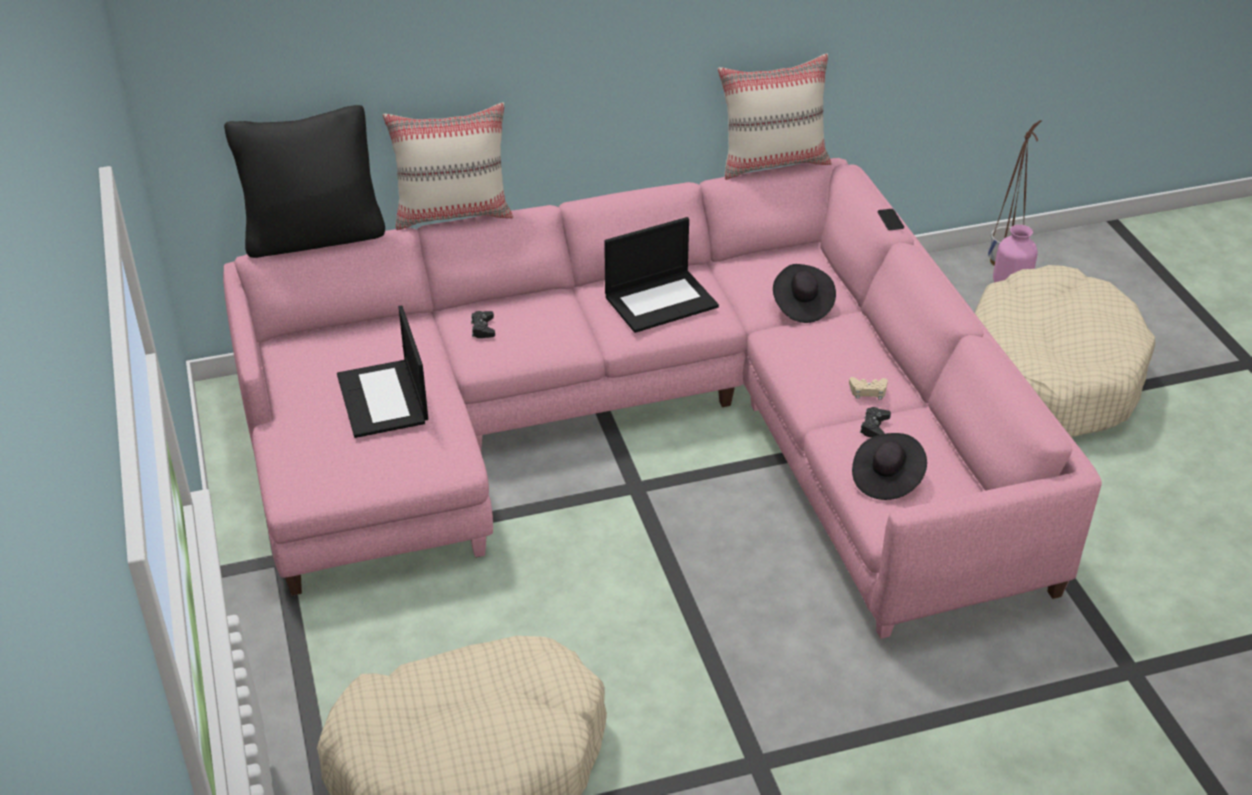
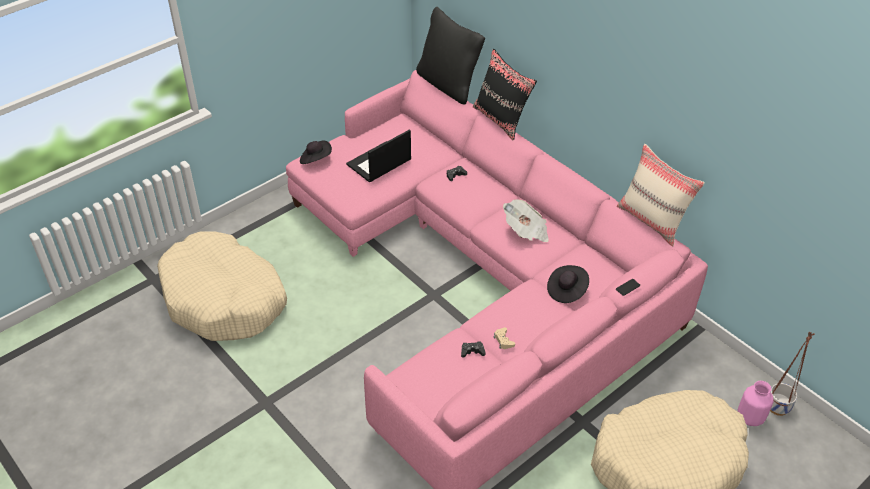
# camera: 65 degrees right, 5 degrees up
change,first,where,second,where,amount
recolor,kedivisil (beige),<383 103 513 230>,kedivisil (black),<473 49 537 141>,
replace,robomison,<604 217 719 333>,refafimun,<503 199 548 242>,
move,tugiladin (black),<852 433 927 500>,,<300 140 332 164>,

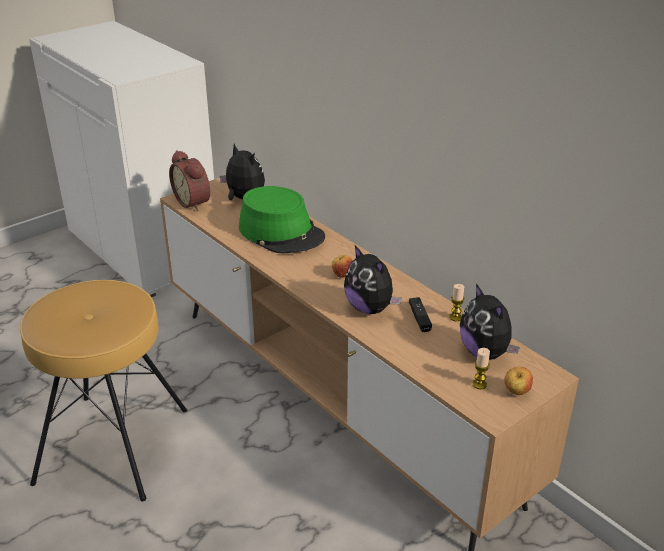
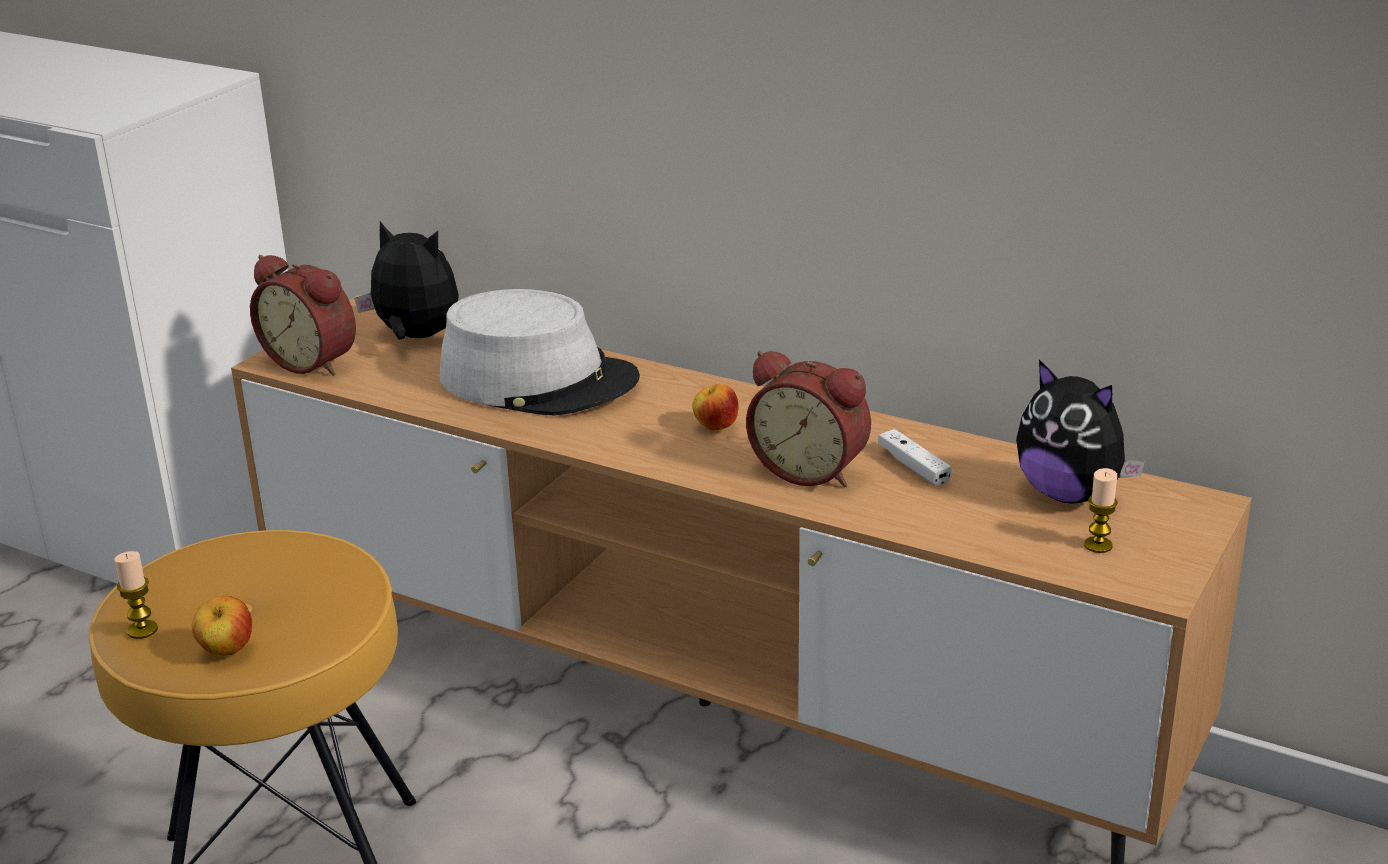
# camera: 20 degrees left, 5 degrees down
change,first,where,second,where,amount
recolor,tugiladin (green),<239 186 325 253>,tugiladin (grey),<440 289 640 416>,
replace,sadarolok,<344 246 401 314>,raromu,<746 351 871 487>,
recolor,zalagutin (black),<409 297 432 332>,zalagutin (white),<878 429 951 486>,
move,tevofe,<449 284 465 321>,,<114 551 158 639>,
move,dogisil,<504 367 533 395>,,<192 596 252 656>,

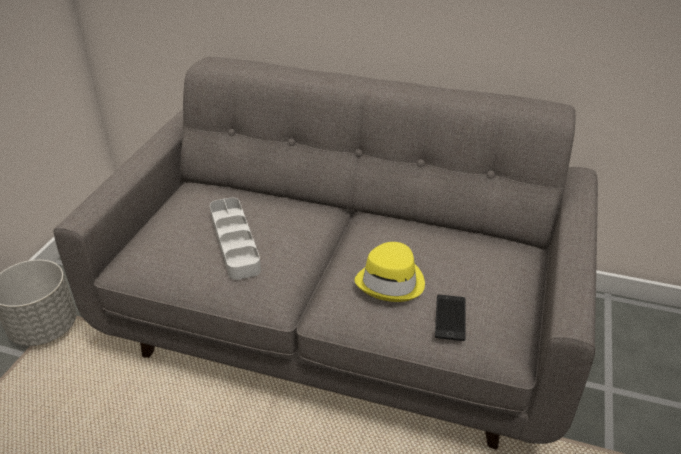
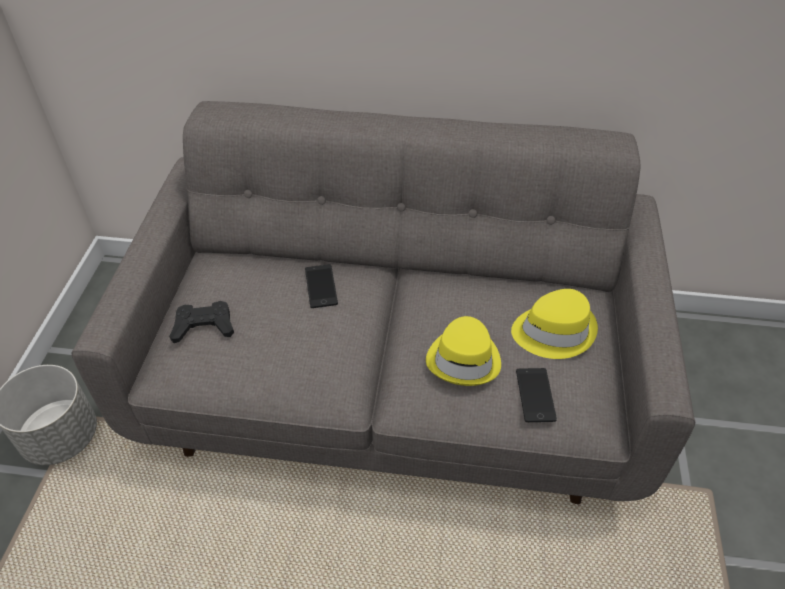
# camera: 10 degrees left, 10 degrees up
change,first,where,second,where,amount
delete,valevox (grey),<210 198 261 280>,,,
insert,,,zalagutin (black),<169 301 234 343>,
insert,,,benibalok,<305 264 338 308>,
insert,,,tugiladin (yellow),<511 289 598 359>,

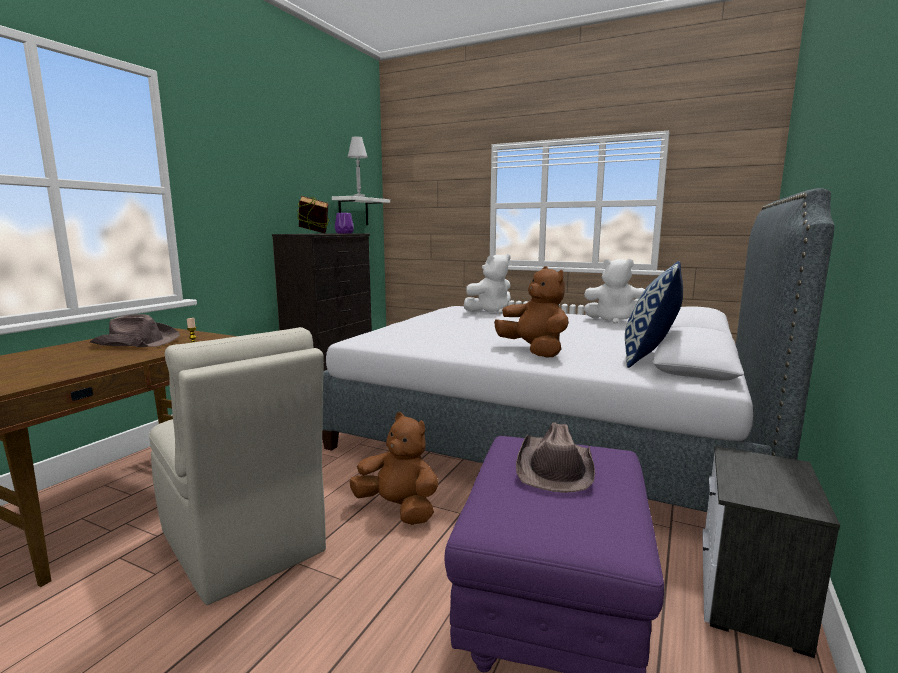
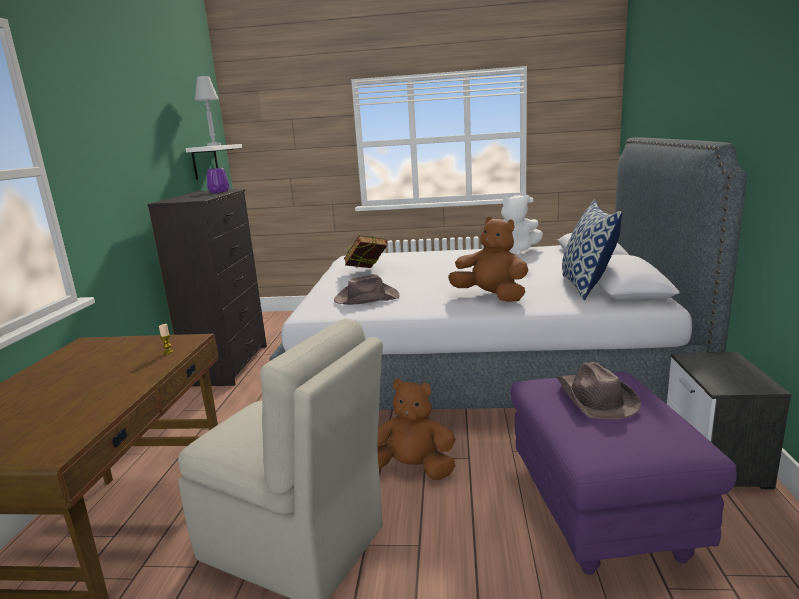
# camera: 20 degrees left, 5 degrees up
change,first,where,second,where,amount
move,tugiladin (brown),<90 314 180 347>,,<334 274 399 305>,
move,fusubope,<297 196 330 234>,,<344 235 388 268>,
delete,sadarolok (white),<464 254 511 314>,,,

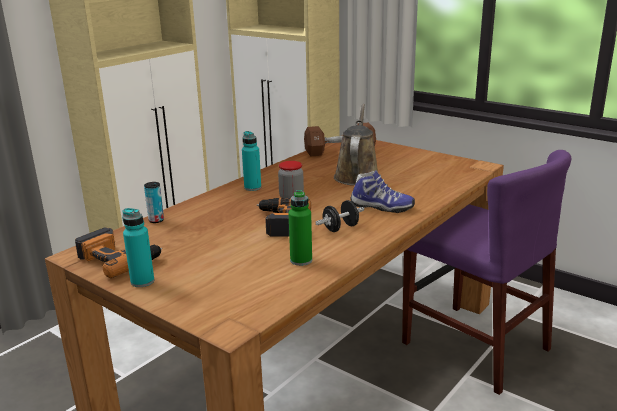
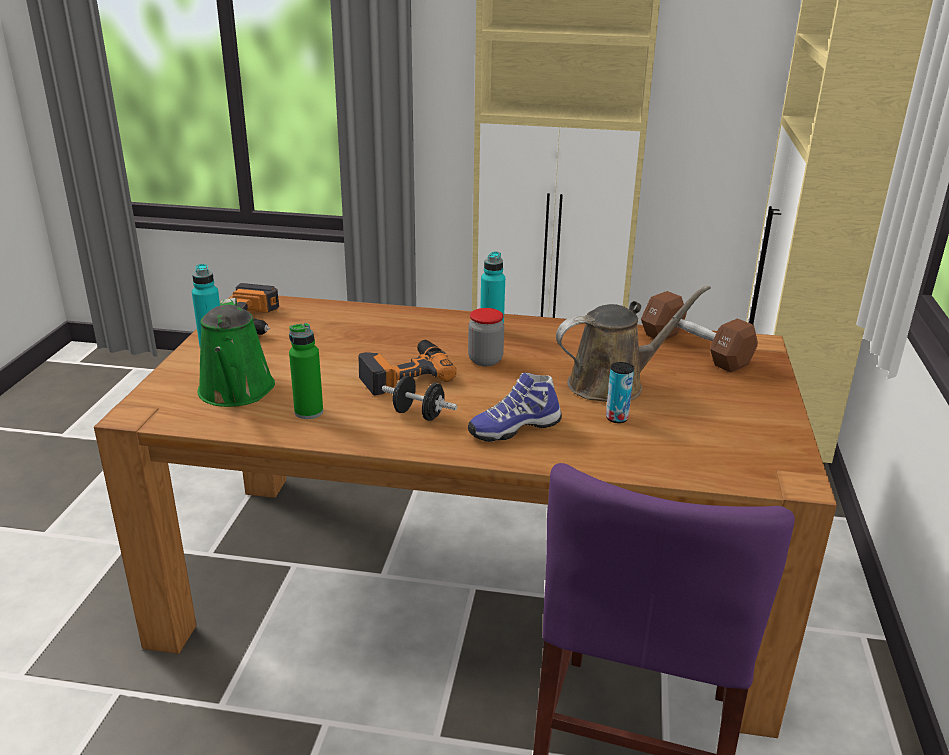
# camera: 60 degrees right, 5 degrees up
change,first,where,second,where,amount
move,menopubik,<144 182 164 223>,,<606 362 634 423>,
rotate,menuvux,<351 170 415 213>,,<468 372 562 442>,75 degrees clockwise
insert,,,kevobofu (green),<197 298 275 407>,

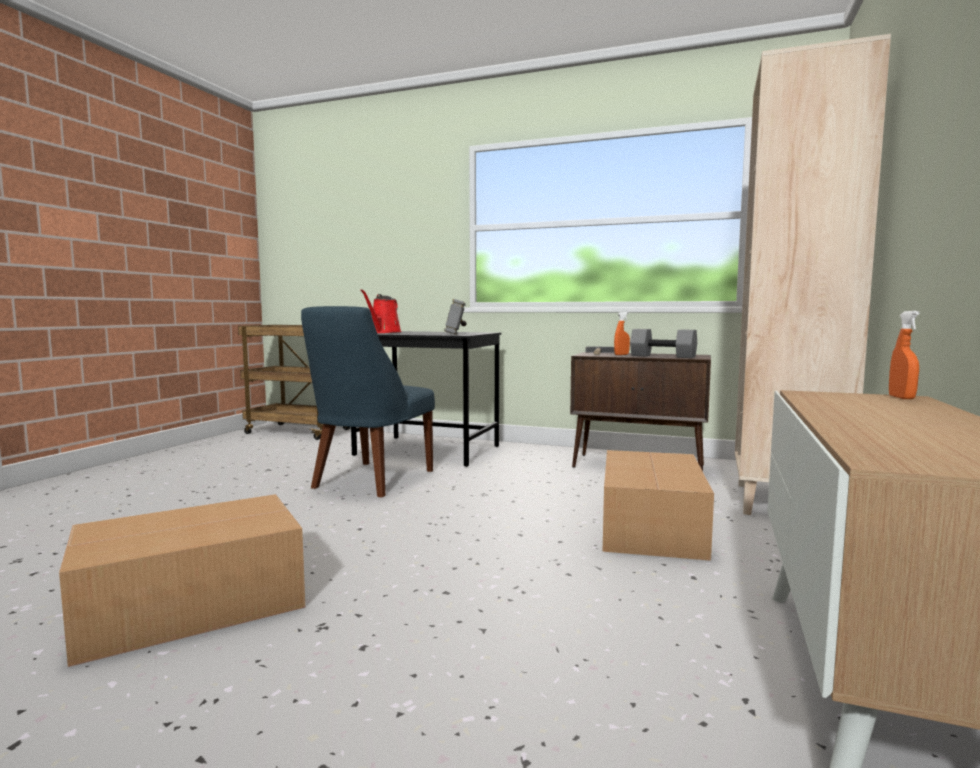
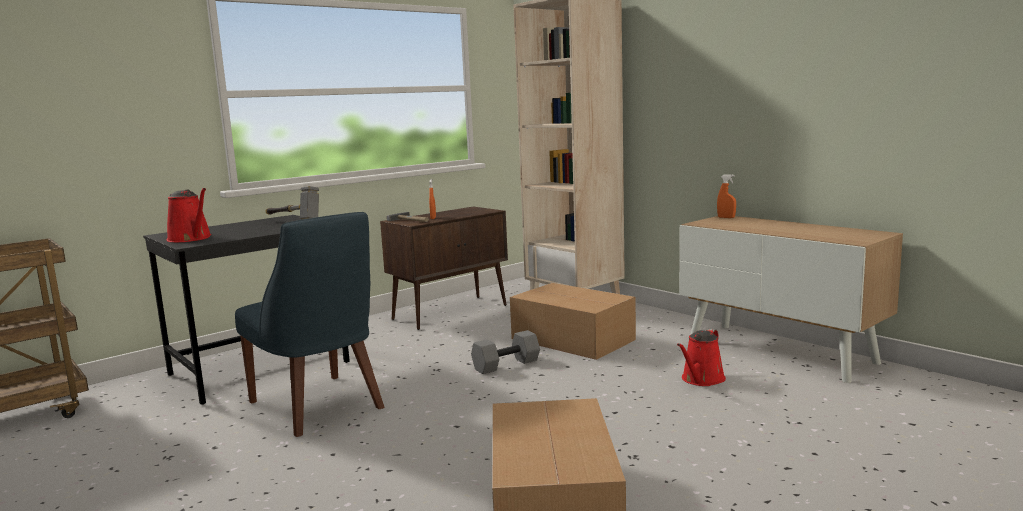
# camera: 60 degrees left, 5 degrees up
change,first,where,second,where,amount
move,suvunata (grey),<630 329 697 358>,,<471 330 540 374>,
insert,,,kevobofu (red),<677 329 726 386>,

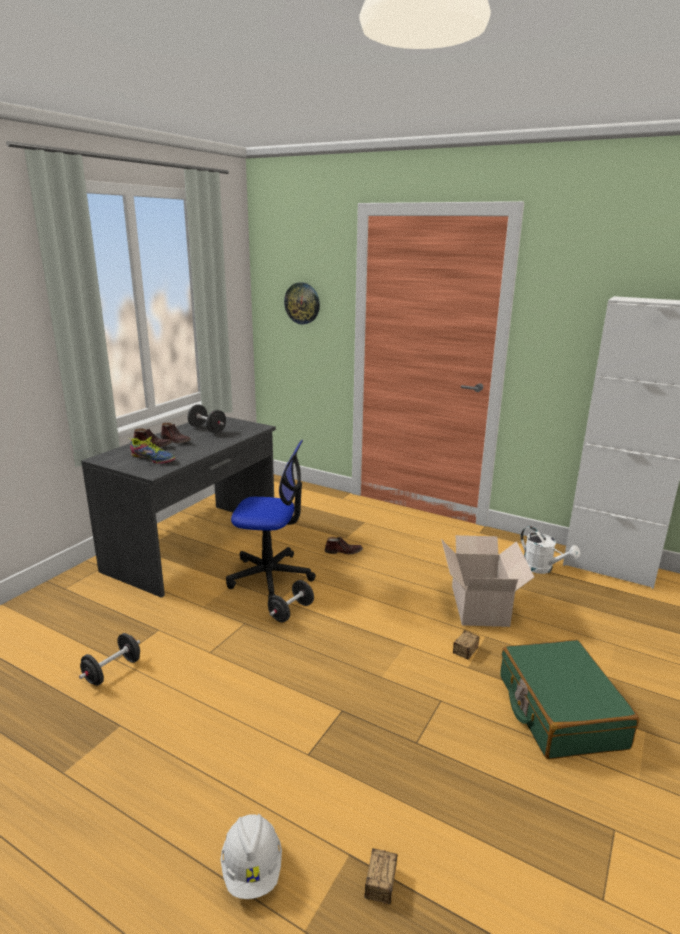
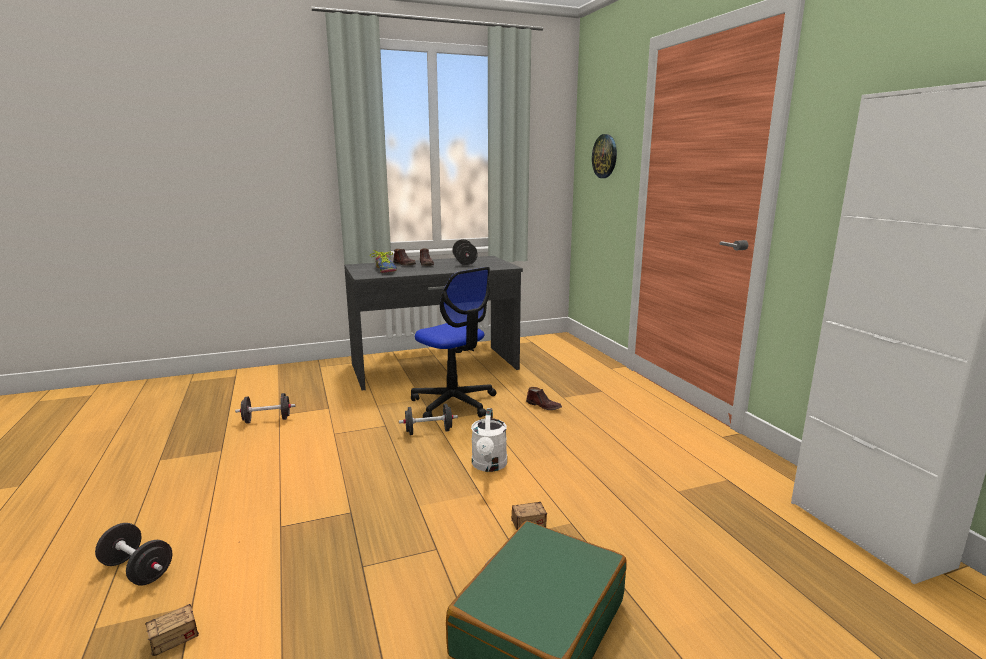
# camera: 40 degrees right, 5 degrees down
change,first,where,second,where,amount
replace,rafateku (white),<221 814 282 899>,suvunata (black),<95 523 173 585>,
delete,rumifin,<441 535 534 627>,,,
move,kevobofu (white),<521 526 580 574>,,<471 408 507 472>,

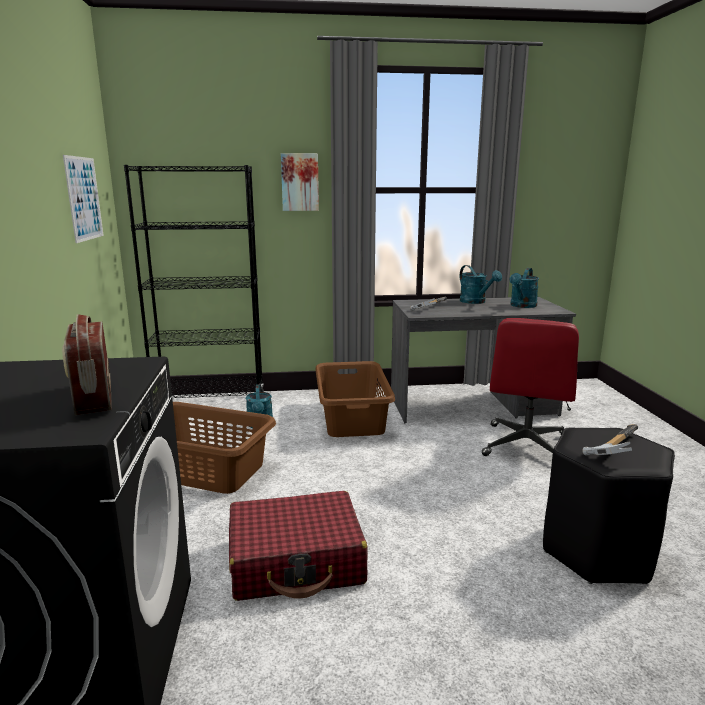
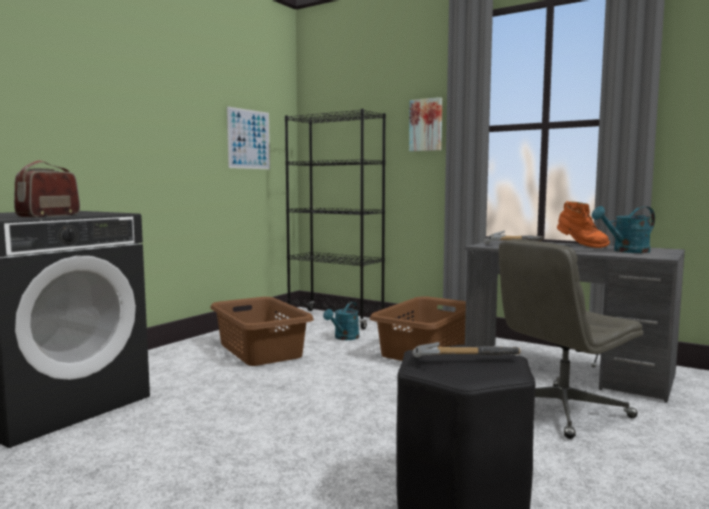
# camera: 40 degrees right, 10 degrees down
change,first,where,second,where,amount
delete,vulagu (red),<229 491 368 601>,,,
replace,kevobofu (turquoise),<460 265 502 304>,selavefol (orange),<557 201 610 248>,
recolor,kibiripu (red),<482 318 579 456>,kibiripu (grey),<499 239 643 439>,

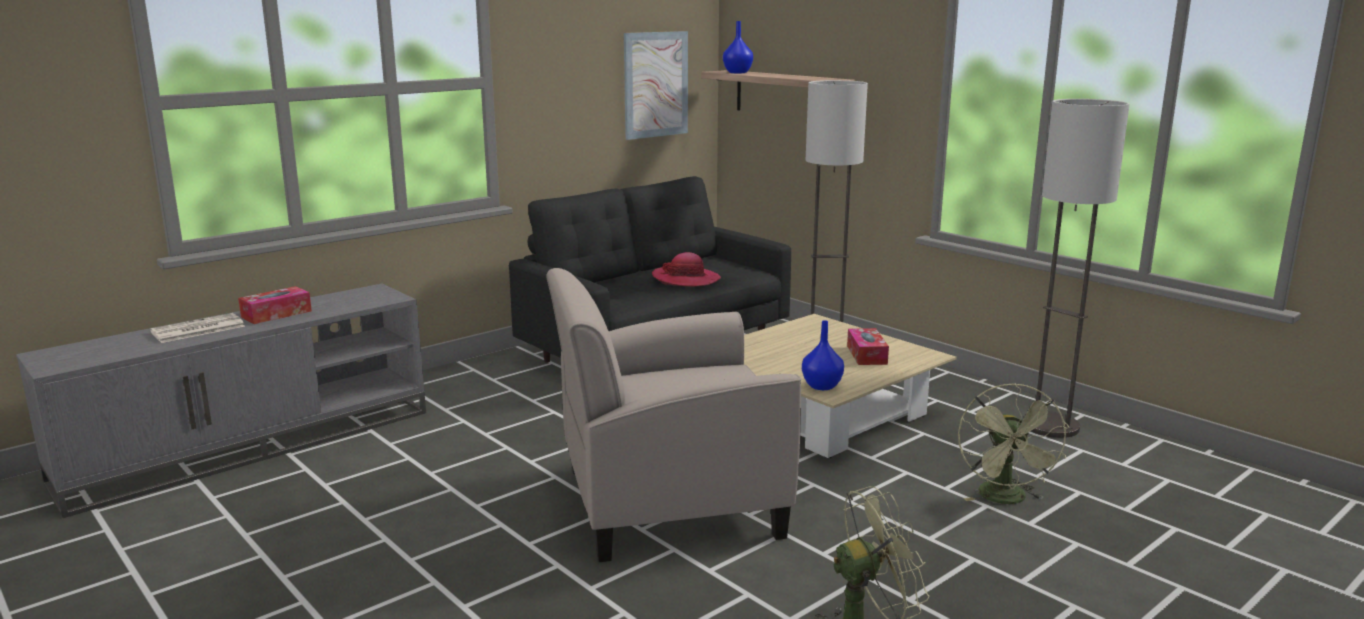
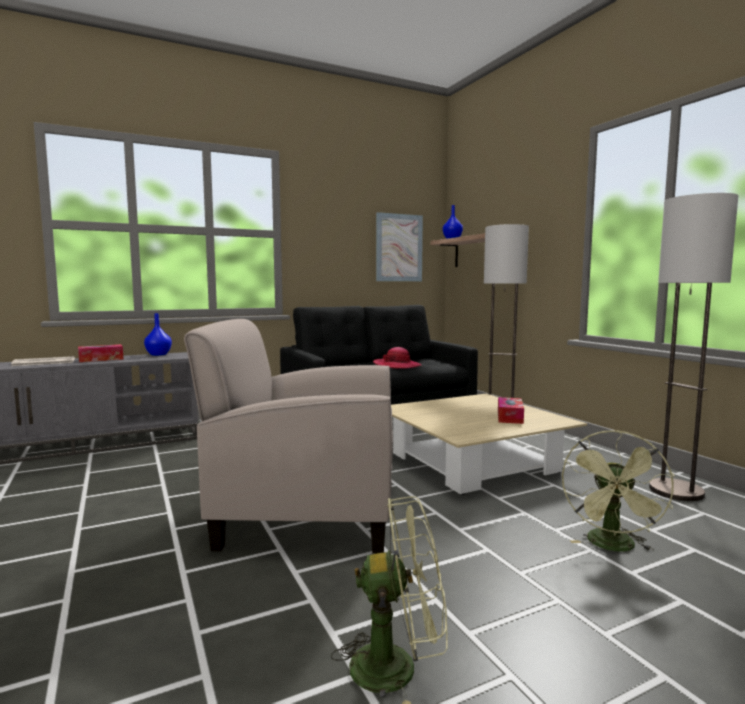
# camera: 15 degrees right, 10 degrees down
change,first,where,second,where,amount
move,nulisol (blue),<802 320 844 390>,,<144 313 172 356>,

